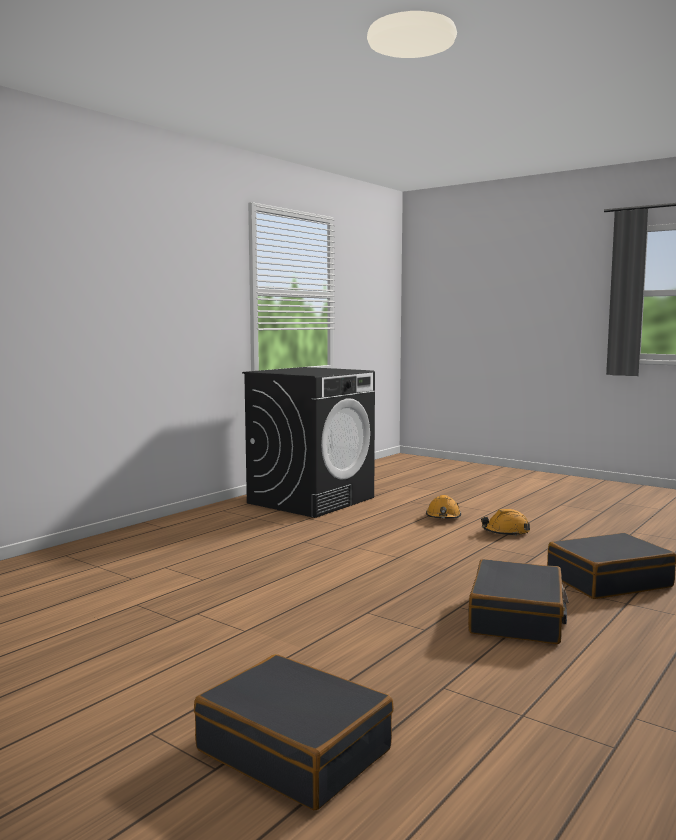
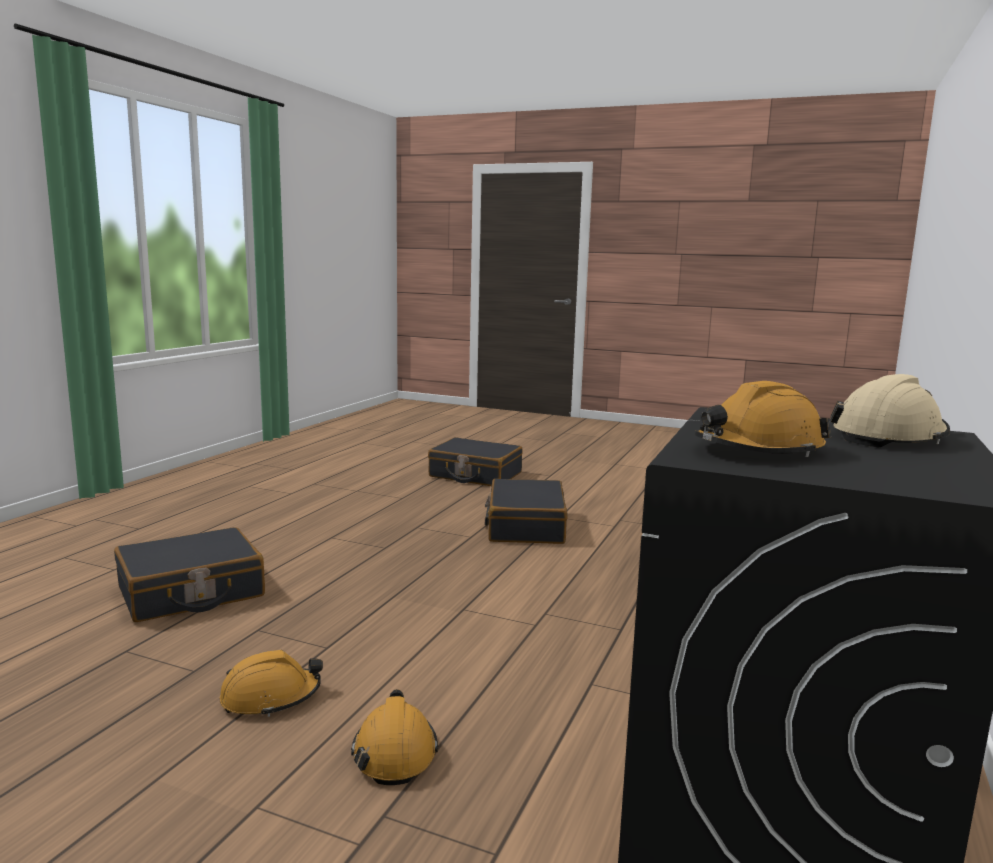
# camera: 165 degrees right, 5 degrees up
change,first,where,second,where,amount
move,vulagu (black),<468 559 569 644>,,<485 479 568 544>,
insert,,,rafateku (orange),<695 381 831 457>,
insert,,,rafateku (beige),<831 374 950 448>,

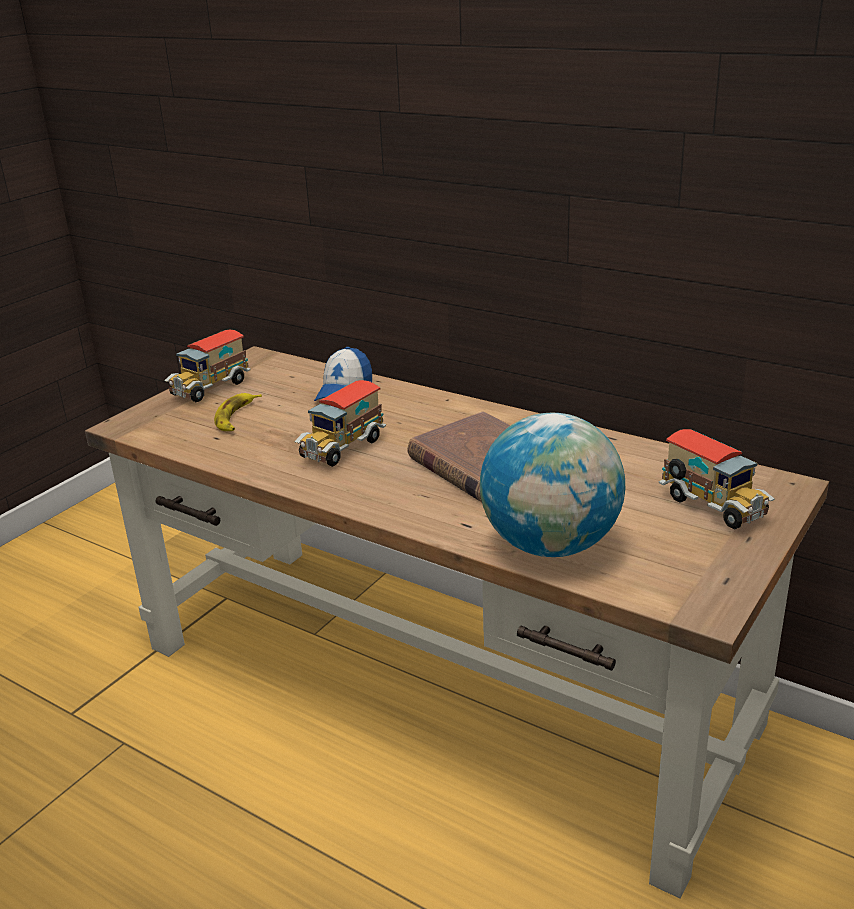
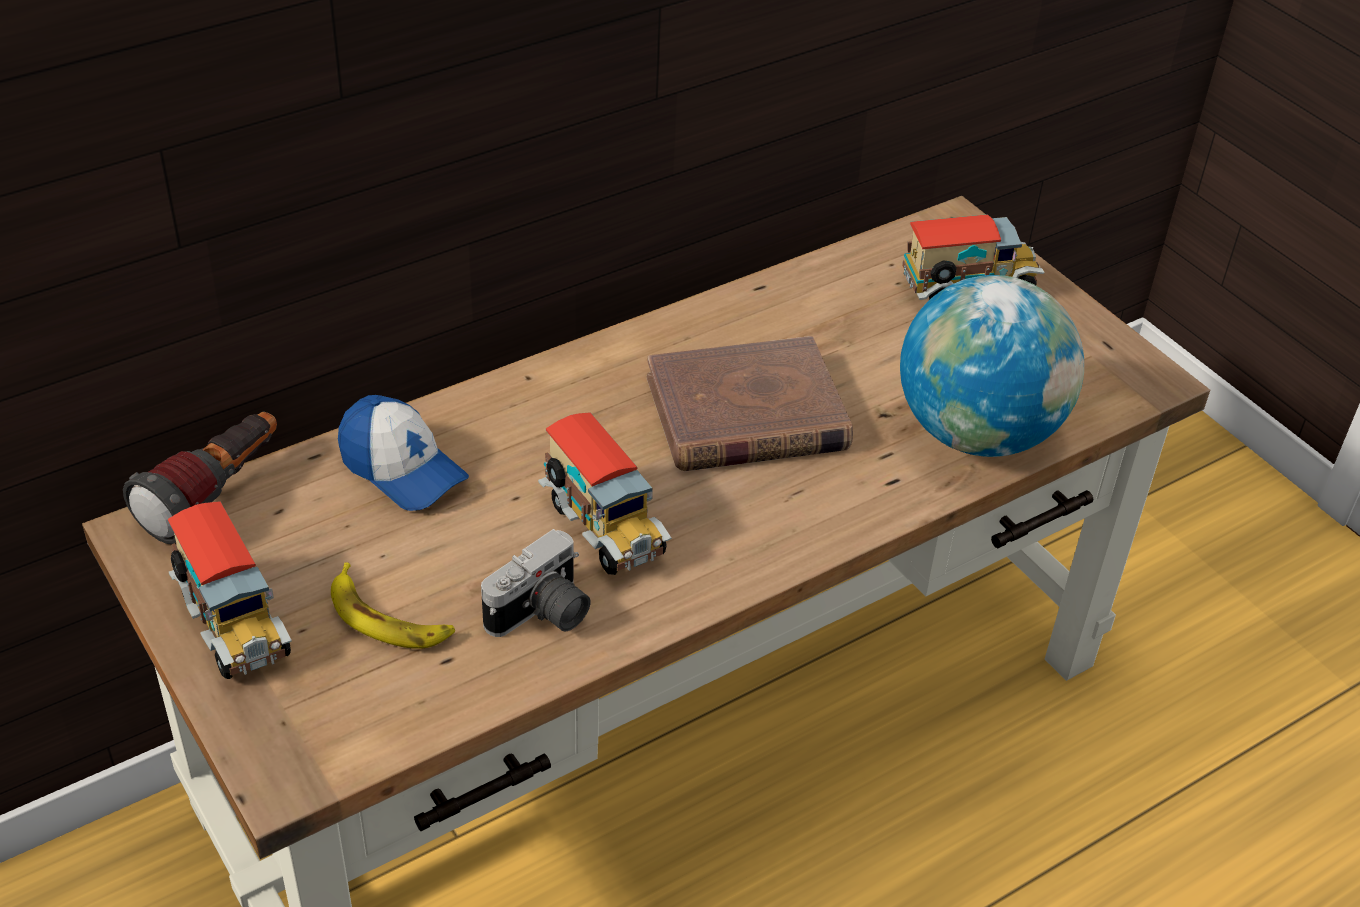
# camera: 70 degrees left, 15 degrees up
change,first,where,second,where,amount
insert,,,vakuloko,<123 412 277 544>,
insert,,,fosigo,<481 529 591 637>,

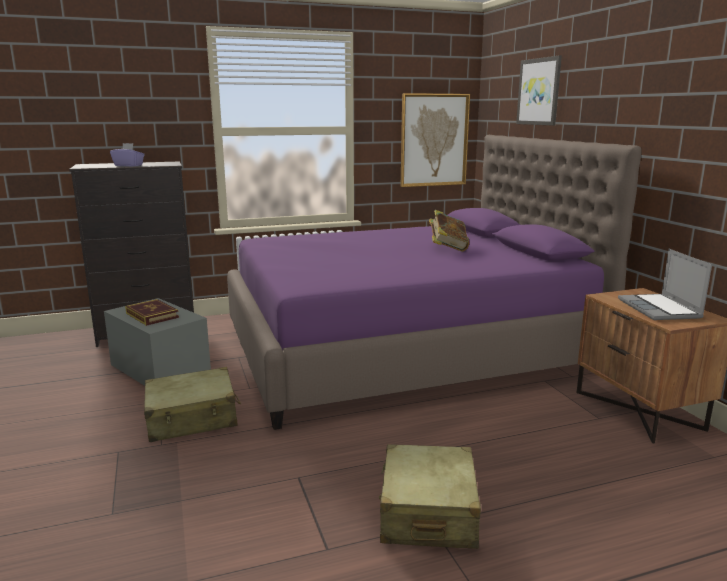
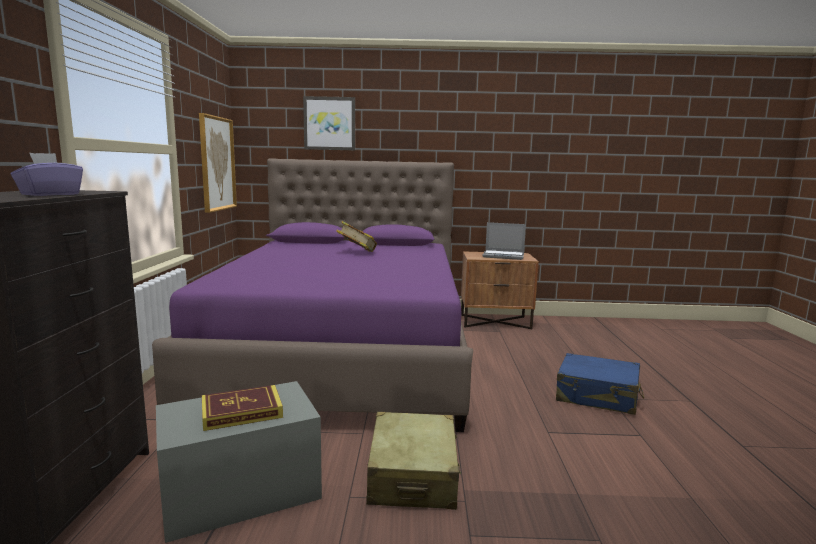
# camera: 70 degrees left, 5 degrees down
change,first,where,second,where,amount
recolor,vulagu (beige),<379 444 481 549>,vulagu (blue),<556 353 644 415>,

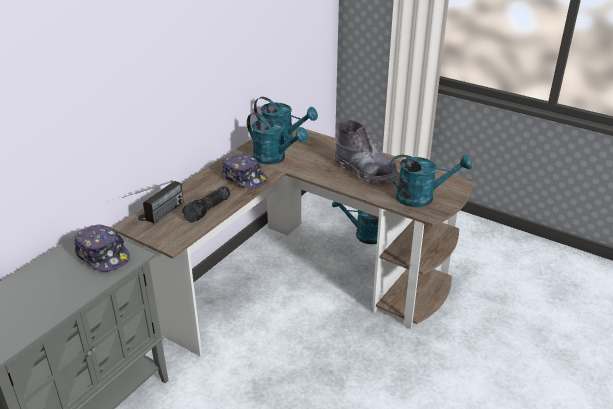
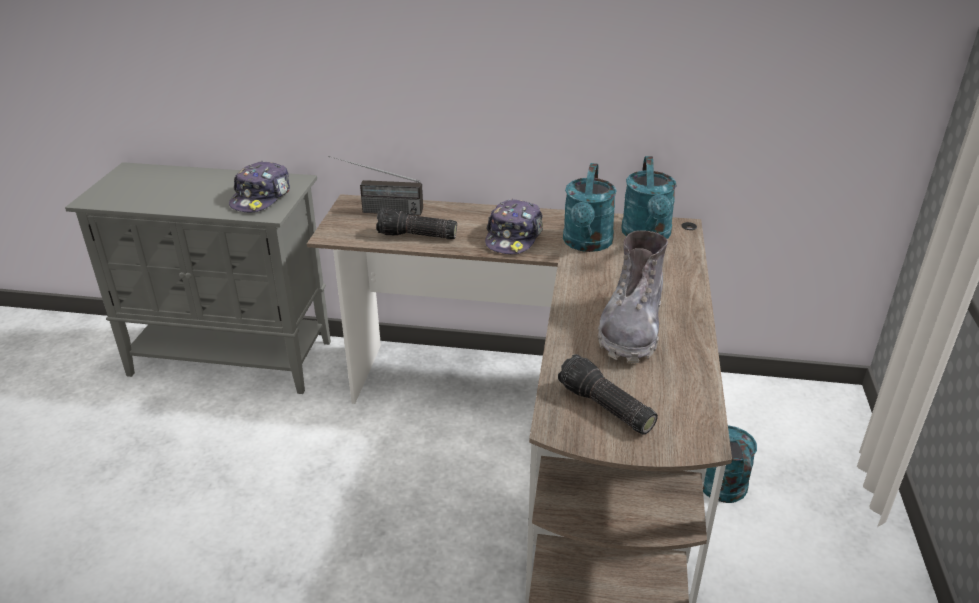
# camera: 65 degrees right, 0 degrees up
change,first,where,second,where,amount
replace,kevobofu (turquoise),<389 154 472 207>,vakuloko,<558 354 658 435>,

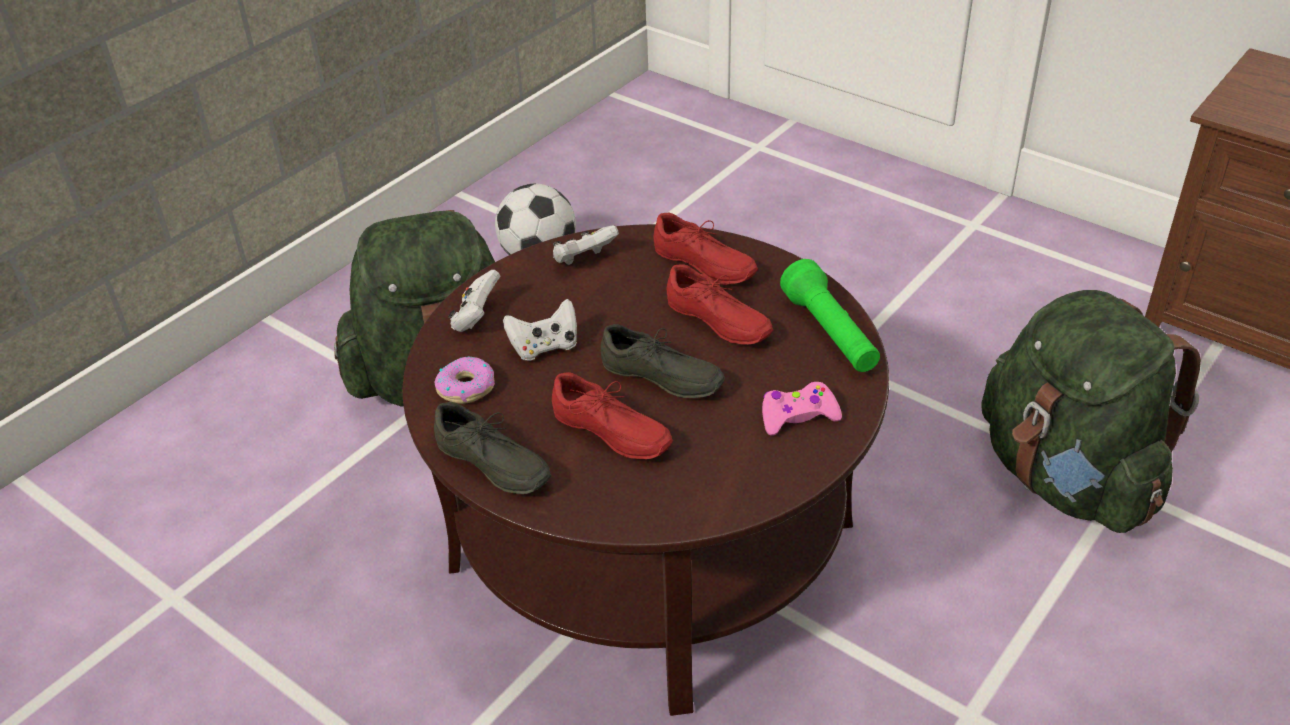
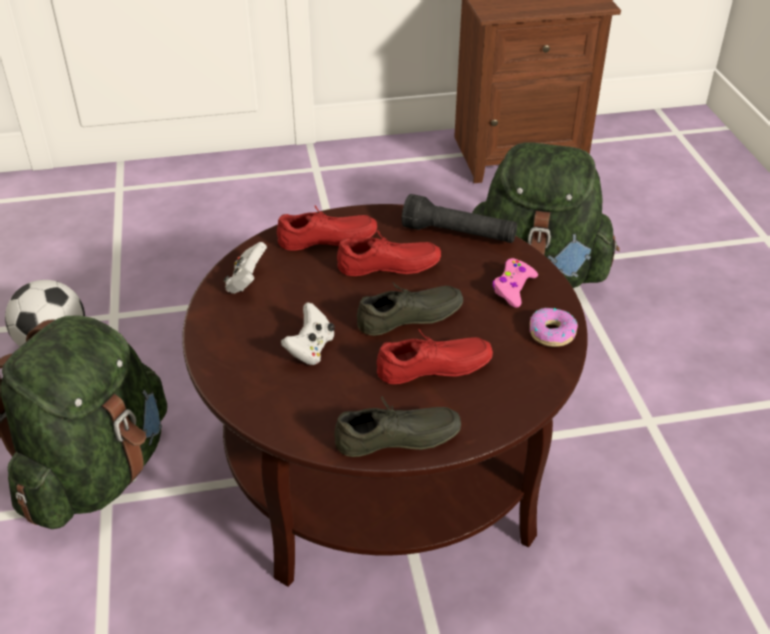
# camera: 50 degrees left, 0 degrees up
change,first,where,second,where,amount
move,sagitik,<434 357 495 404>,,<530 308 578 347>,
delete,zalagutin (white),<448 270 501 332>,,,
recolor,vakuloko (green),<780 259 880 372>,vakuloko (black),<402 194 517 243>,

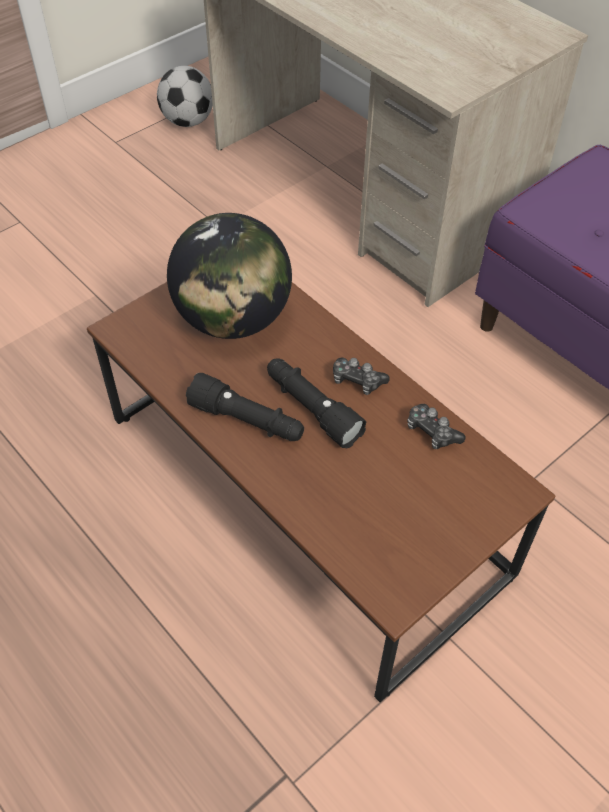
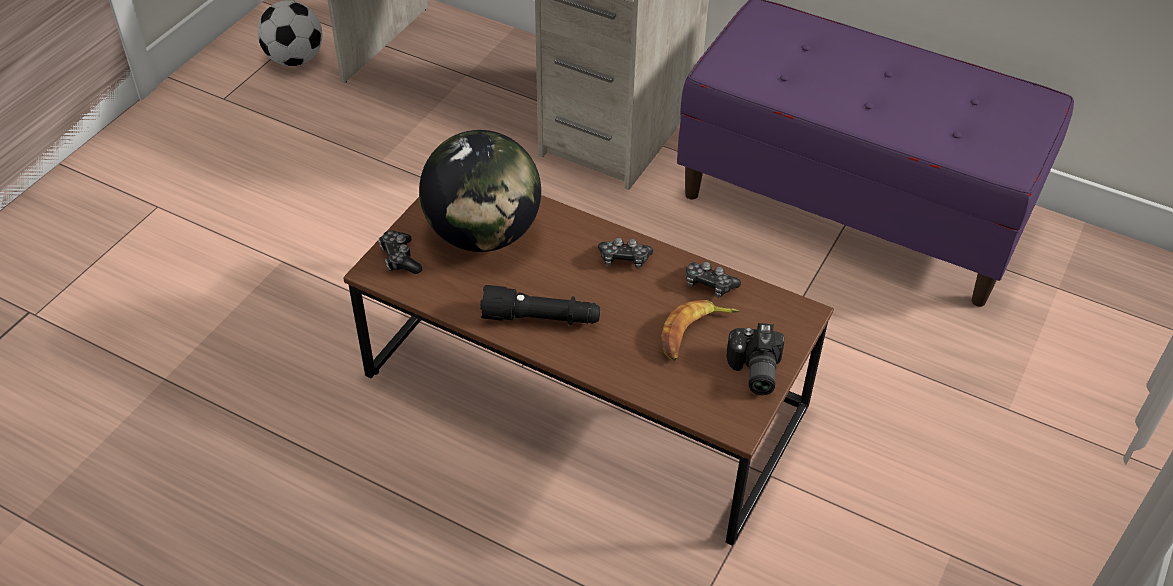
# camera: 20 degrees left, 5 degrees down
change,first,where,second,where,amount
delete,vakuloko (black),<267 359 366 448>,,,
insert,,,zalagutin,<378 230 422 274>,
insert,,,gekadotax,<661 300 739 361>,
insert,,,fosigo,<727 323 784 395>,

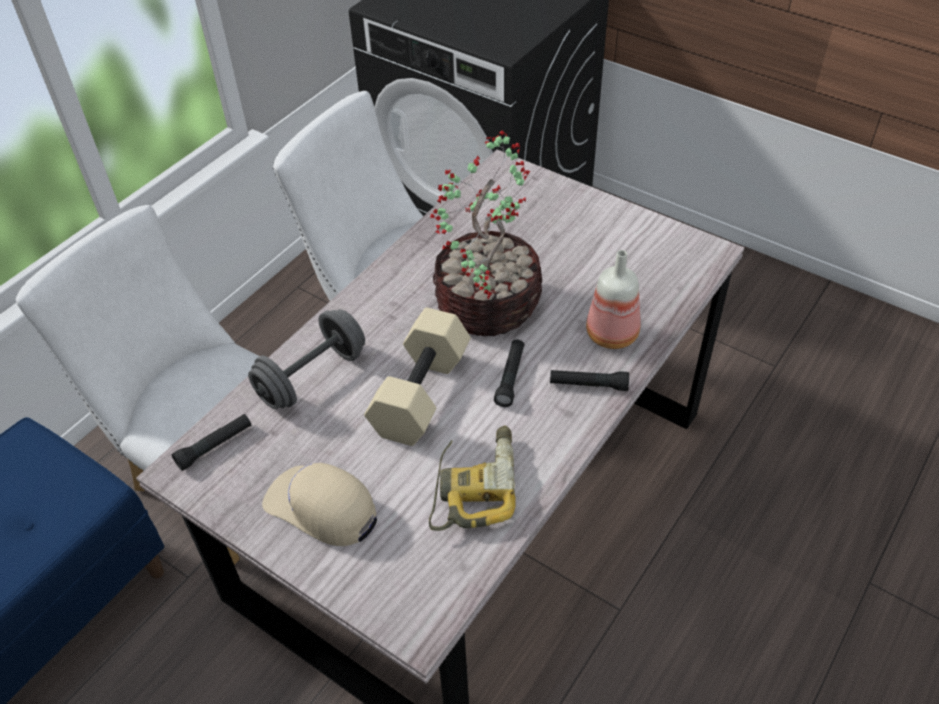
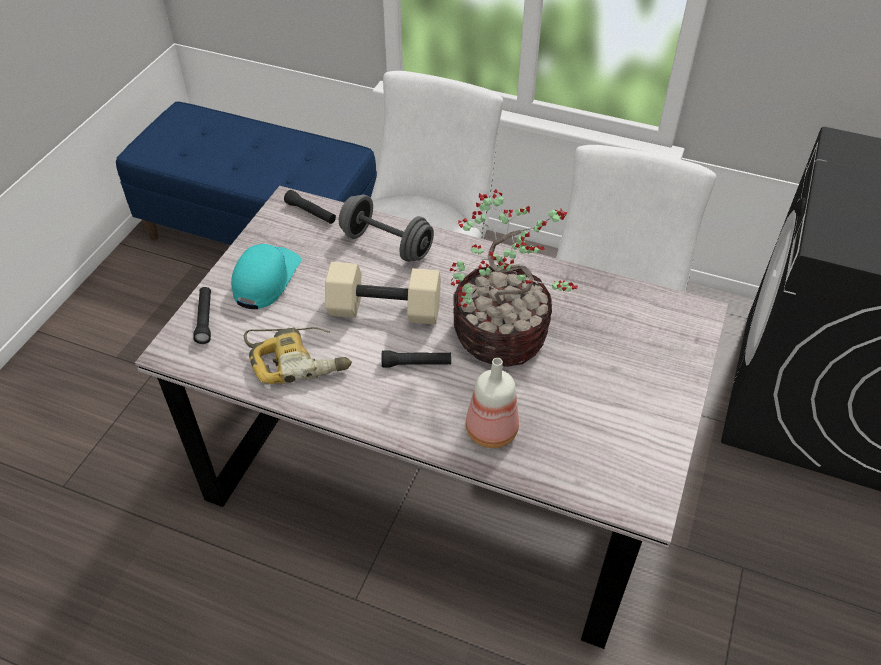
# camera: 75 degrees right, 0 degrees up
change,first,where,second,where,amount
recolor,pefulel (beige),<262 463 377 546>,pefulel (turquoise),<231 244 301 309>,
move,vakuloko (black),<550 370 629 391>,,<193 287 211 344>,

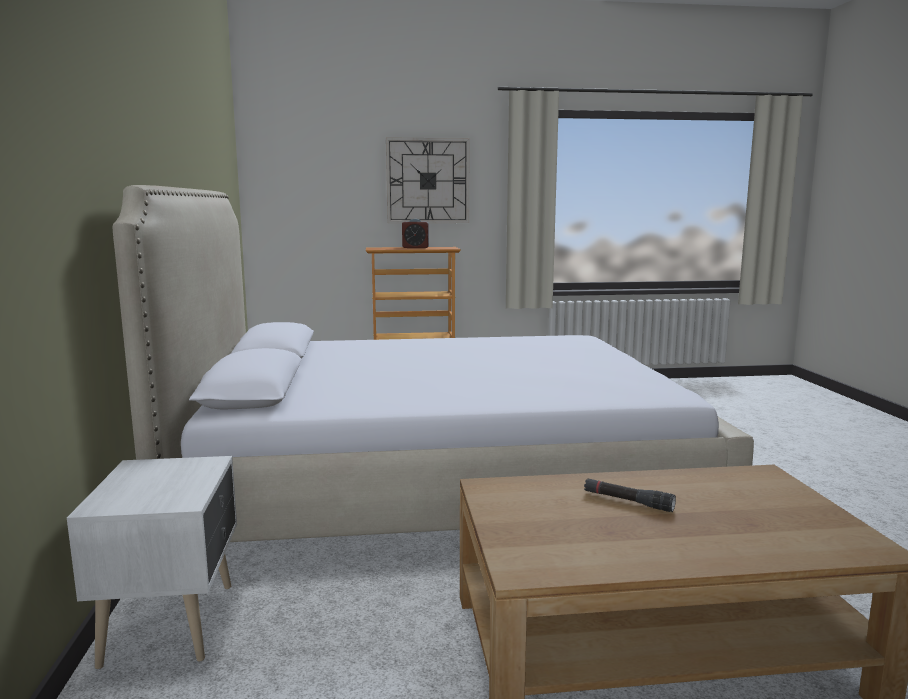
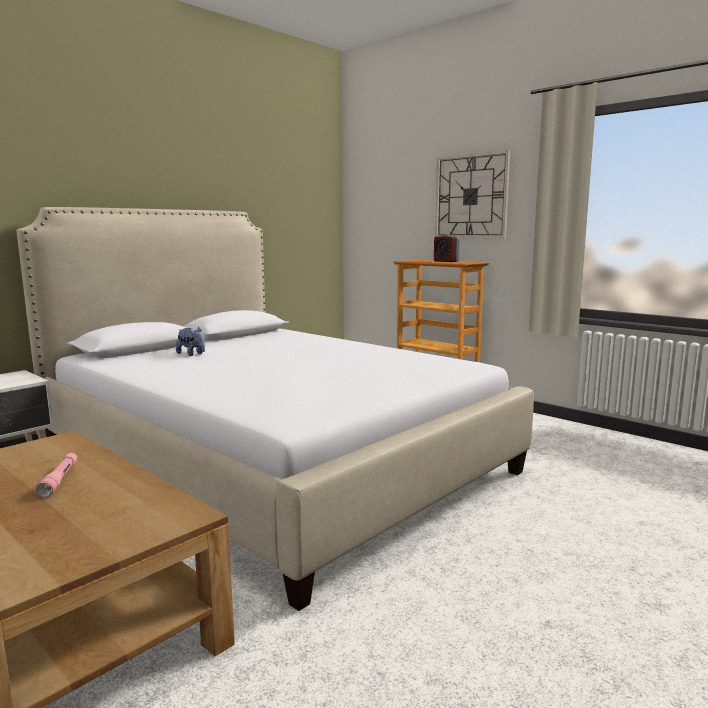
# camera: 50 degrees right, 0 degrees up
change,first,where,second,where,amount
recolor,vakuloko (black),<584 479 676 512>,vakuloko (pink),<36 453 77 498>,
insert,,,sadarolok,<176 327 205 356>,

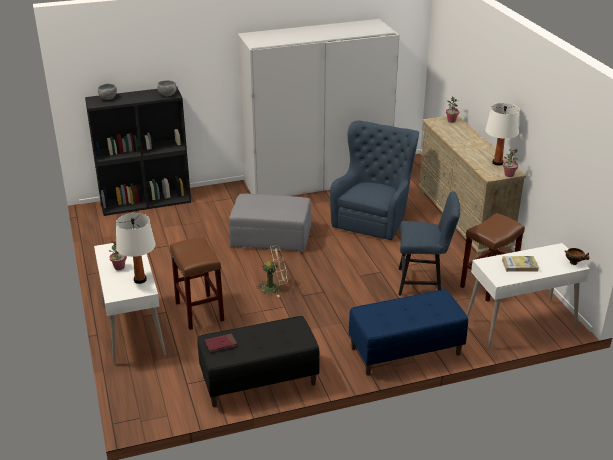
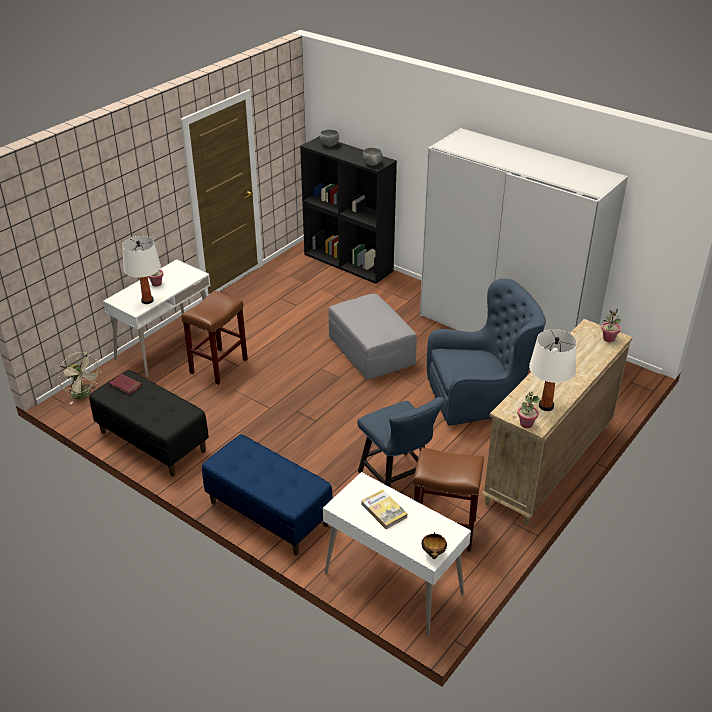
# camera: 55 degrees right, 5 degrees up
change,first,where,second,where,amount
move,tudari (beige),<256 245 287 297>,,<58 352 100 404>,

